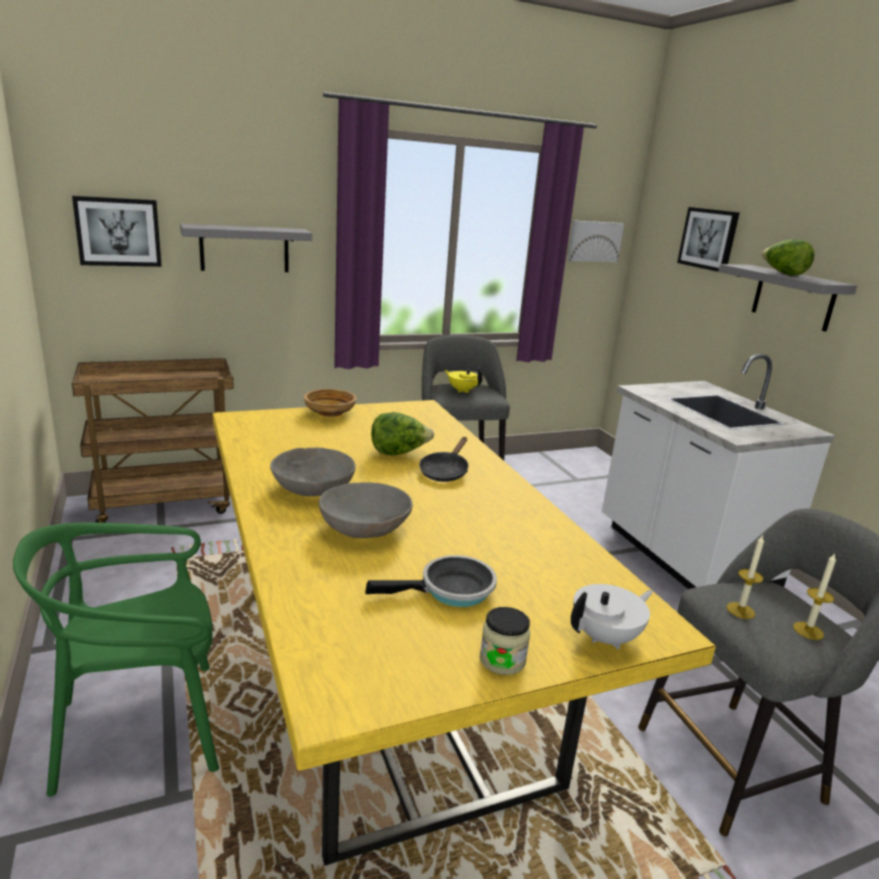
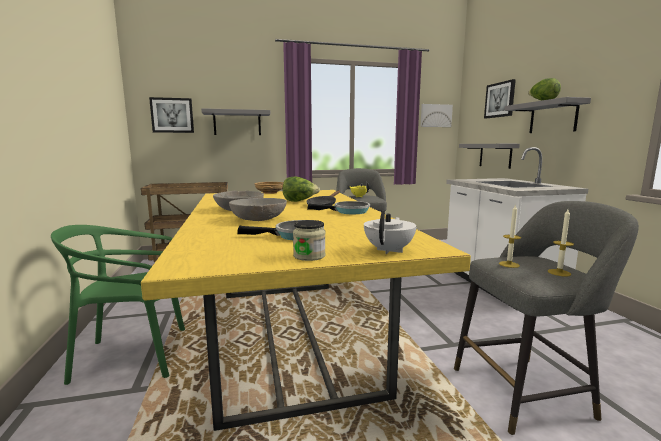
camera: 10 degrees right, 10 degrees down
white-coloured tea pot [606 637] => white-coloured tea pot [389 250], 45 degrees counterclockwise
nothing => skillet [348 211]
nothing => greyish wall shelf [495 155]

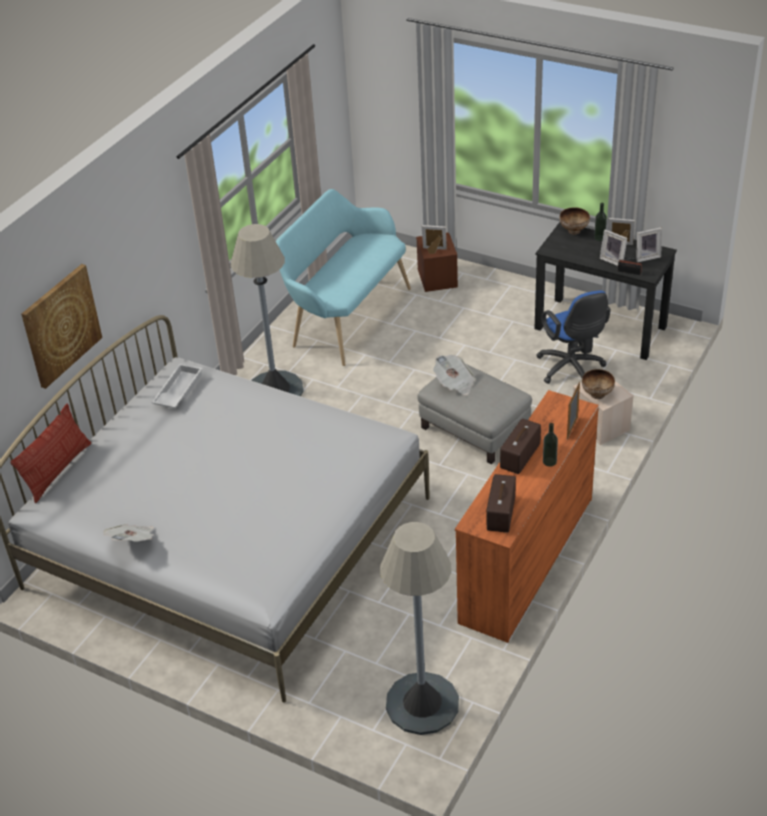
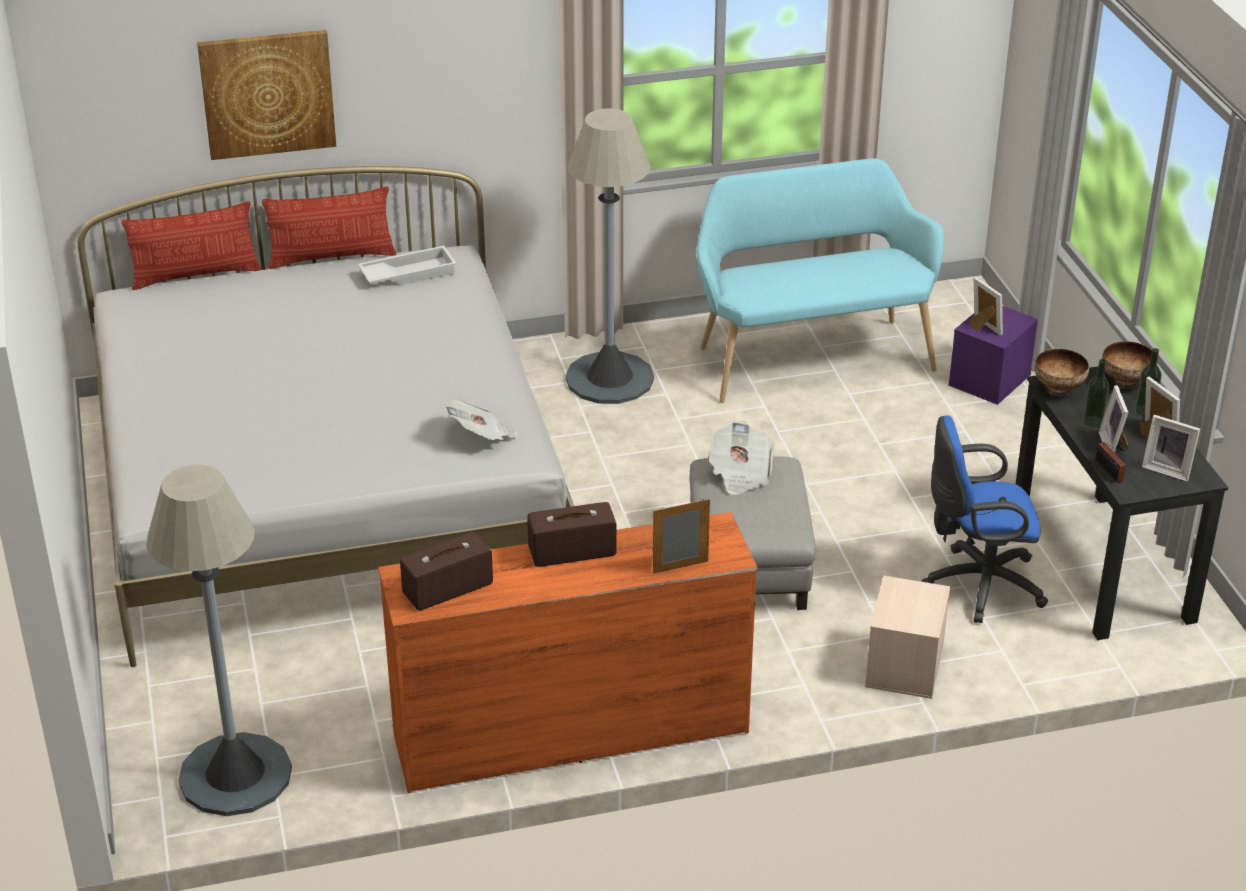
camera: 45 degrees right, 5 degrees down
newspaper [133 541] => newspaper [482 436], moved
brown storage box [438 278] => purplish storage box [990 380]
bluish office chair [572 370] => bluish office chair [977 585], 60 degrees clockwise
drink bottle [549 461] => drink bottle [1093 421], moved
bowl [597 394] => bowl [1058 389], moved
nothing => cushion [332 257]

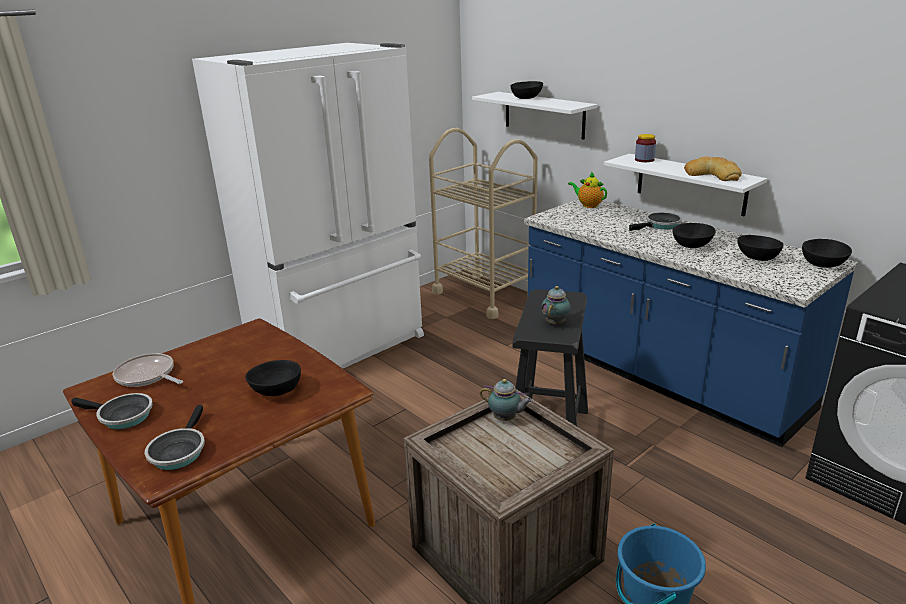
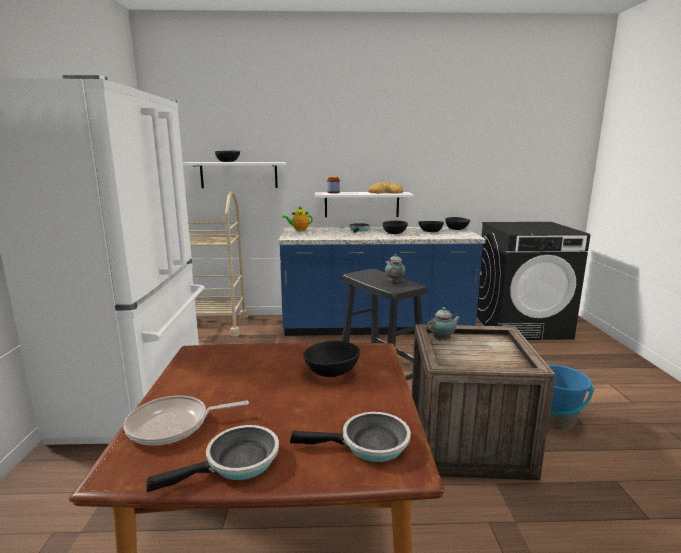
camera: 50 degrees left, 10 degrees down
skillet [179 451] => skillet [369 444], 45 degrees counterclockwise

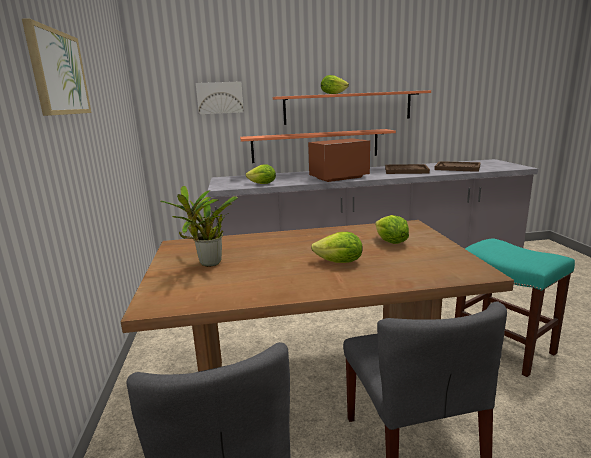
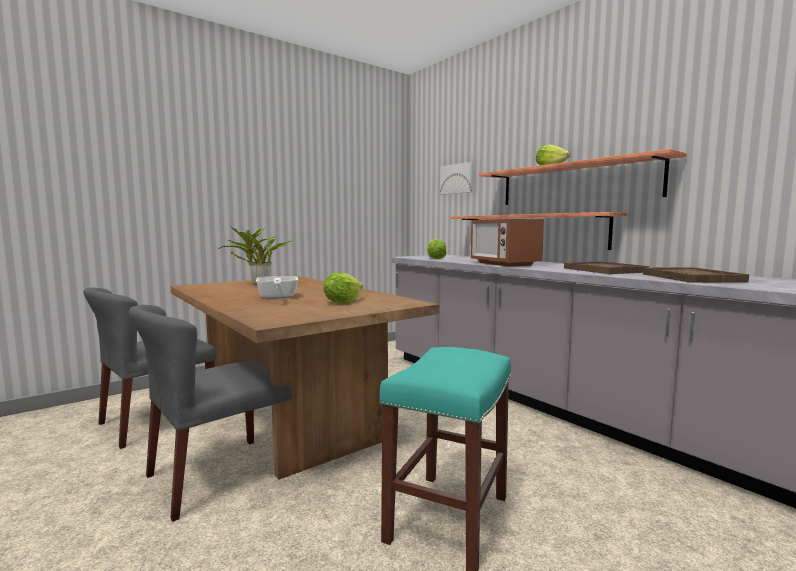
camera: 60 degrees right, 10 degrees down
picture [58 73] => nothing
microwave [339 178] => microwave [504 264], 150 degrees counterclockwise
lettuce [339 262] => skillet [277 298]

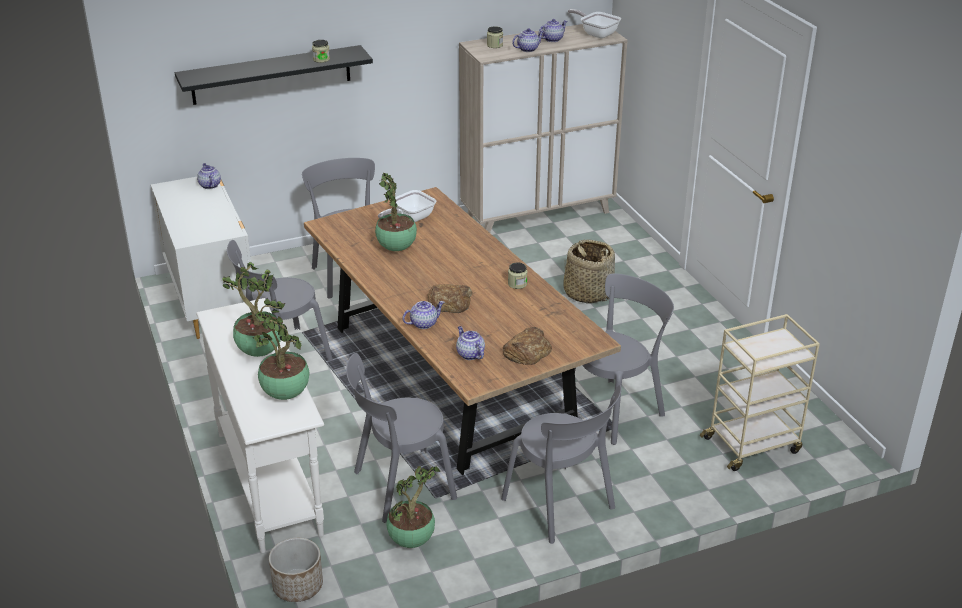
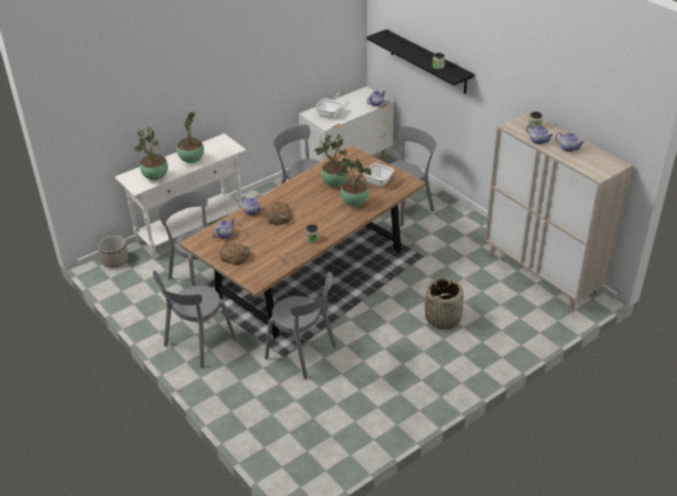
camera: 75 degrees right, 5 degrees up
houseplant [412 540] => houseplant [355 203], moved
skillet [596 33] => skillet [330 113], moved
beige-coloured trolley [752 444] => nothing

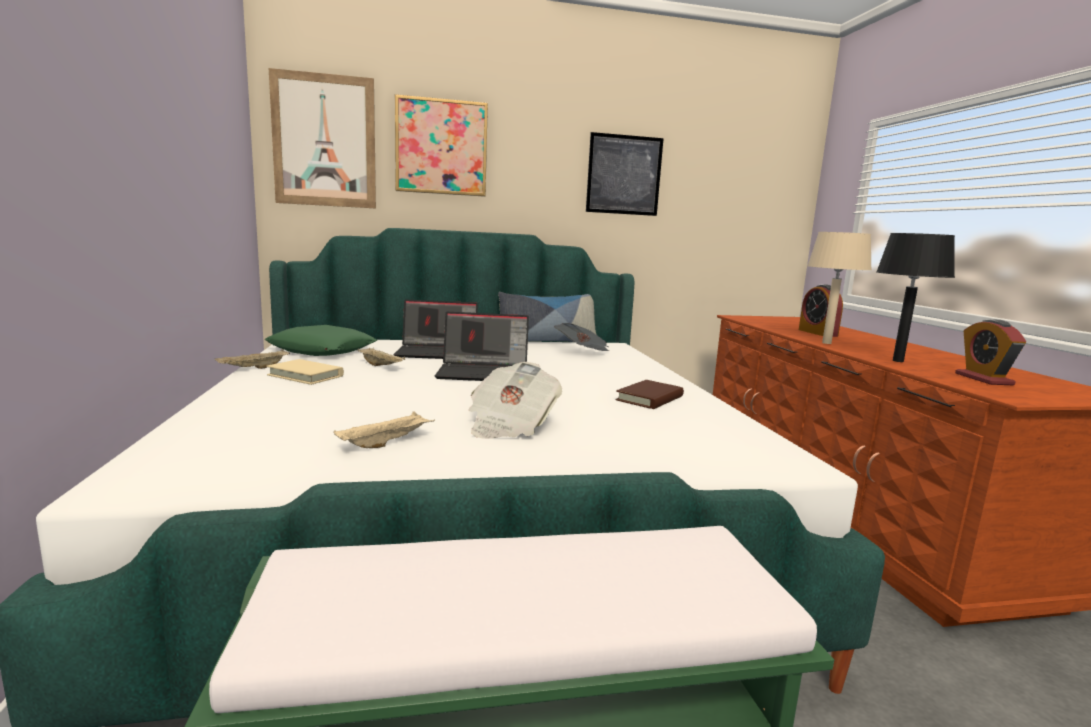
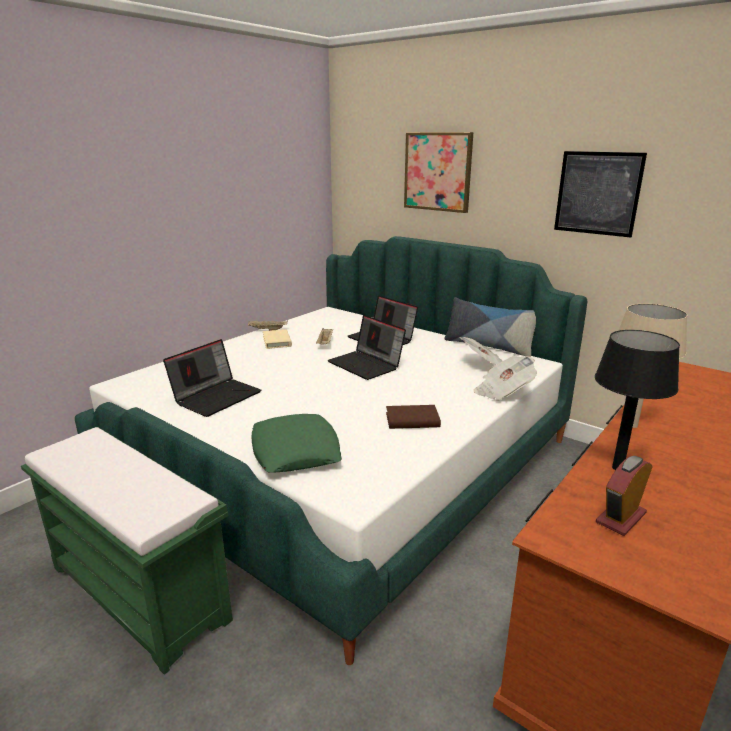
camera: 50 degrees right, 10 degrees up
green cushion [322 350] => green cushion [296 451], moved
picture [324 141] => nothing
beige-coloured carrying tray [386 443] => notebook computer [216 396]
newspaper [510 425] => newspaper [503 392], moved
alarm clock [817 333] => nothing

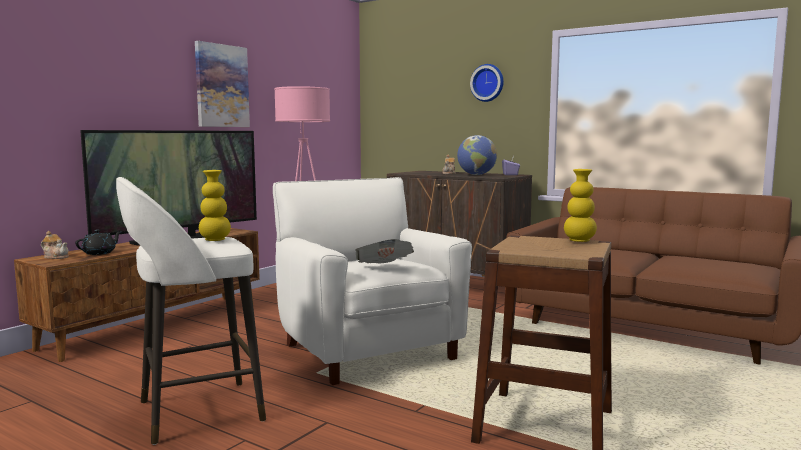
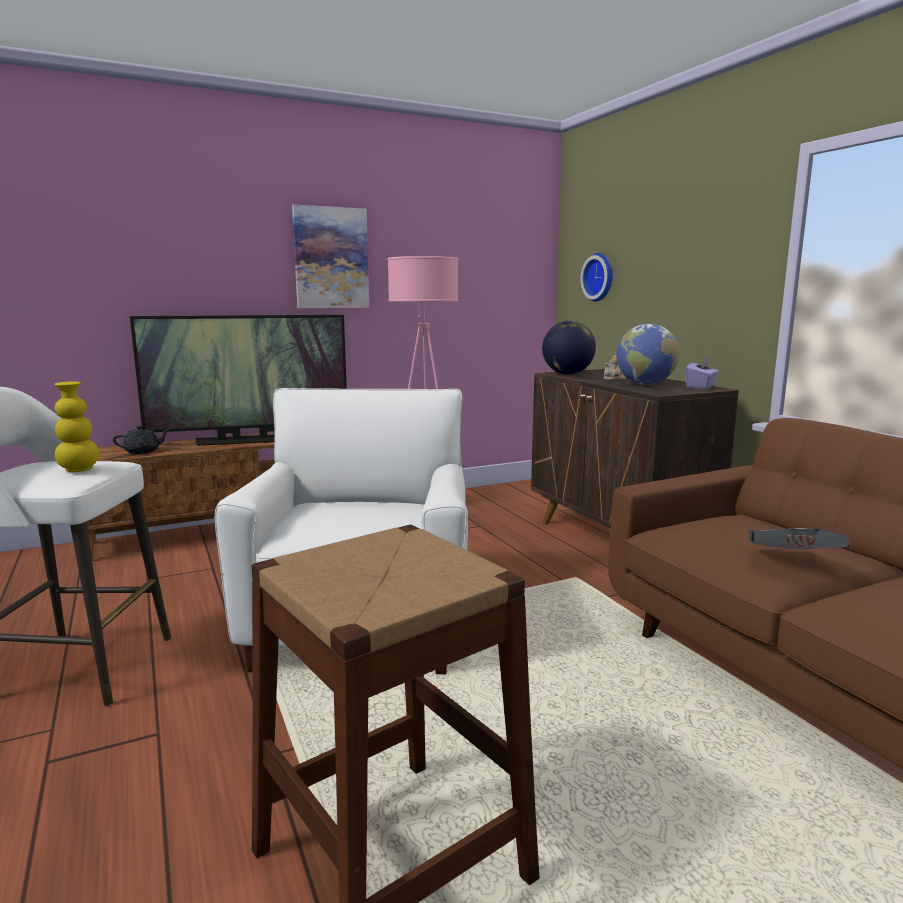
camera: 30 degrees right, 5 degrees up
tea pot [56 257] => nothing
newspaper [384 269] => newspaper [793 564], moved
wall clock [488 83] => wall clock [600 277], moved
yellow-coloured vase [579 241] => nothing
nothing => world globe [567 374]

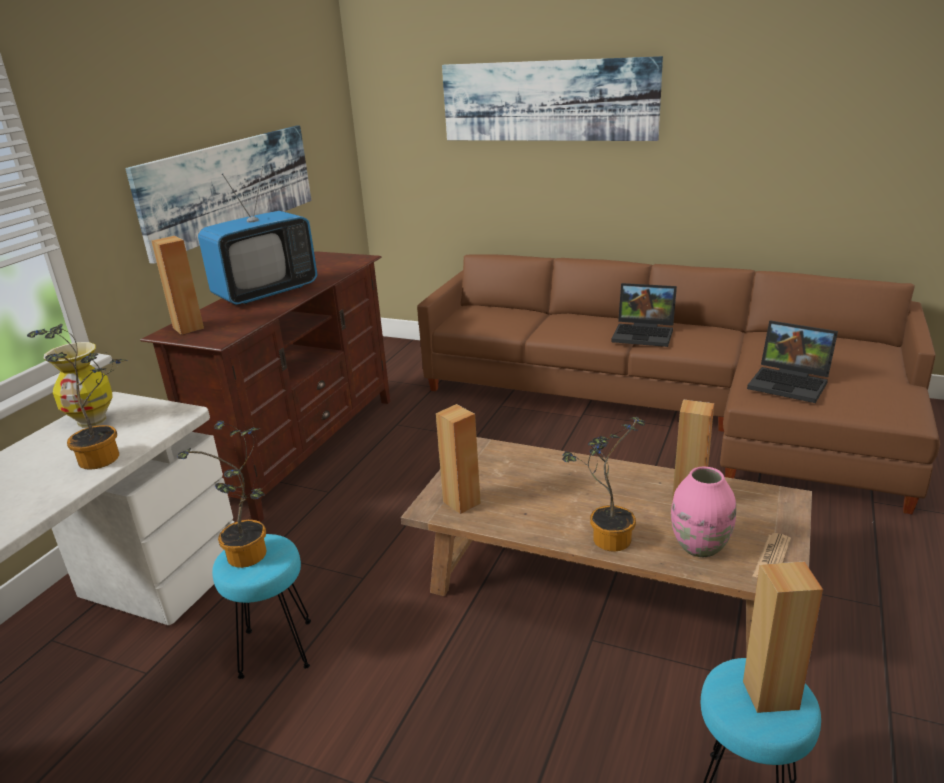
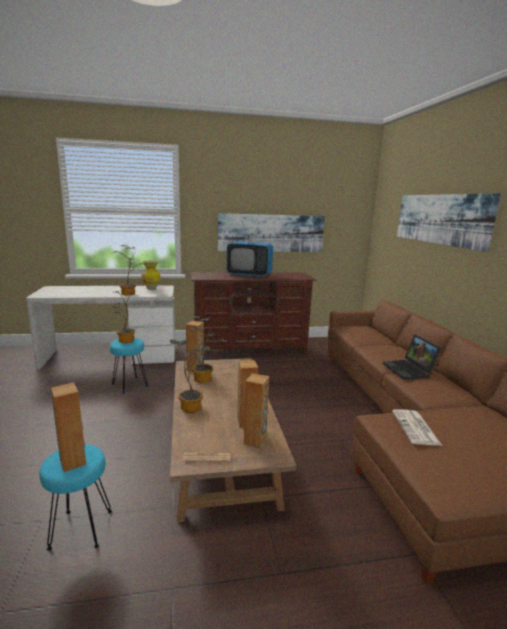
camera: 55 degrees right, 10 degrees down
brown loudspeaker [189 328] => brown loudspeaker [255 440], moved
pinkish vase [700 547] => nothing
notebook computer [791 383] => newspaper [416 428]
nothing => houseplant [205 379]

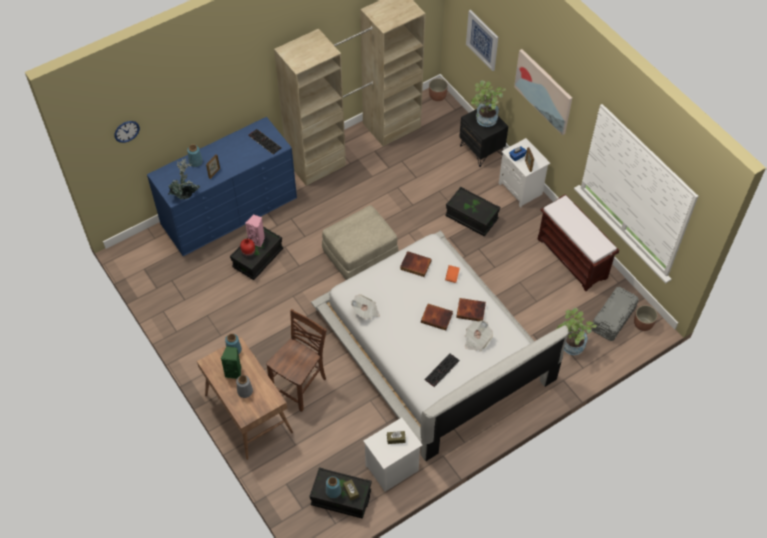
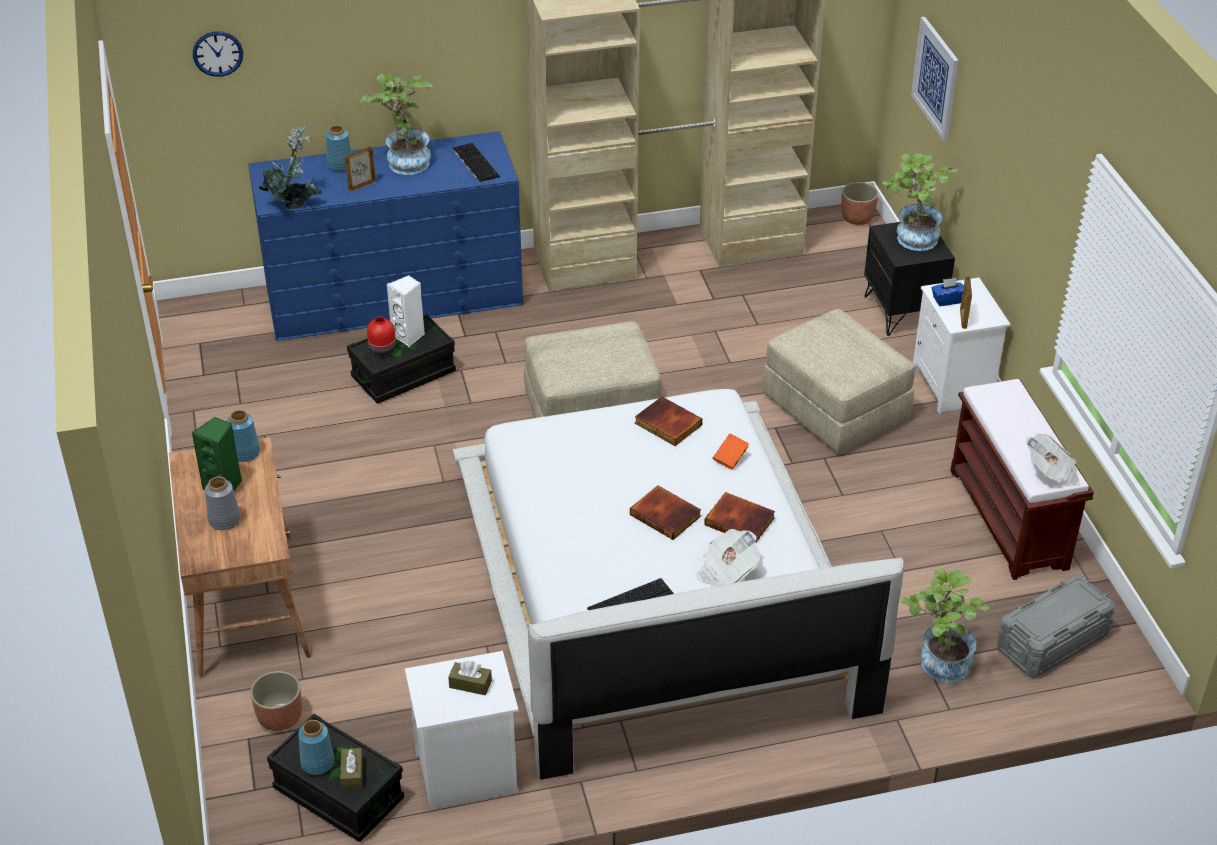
camera: 20 degrees right, 15 degrees down
pinkish loudspeaker [257 240] => white-coloured loudspeaker [409 336]
brown plain chair [300 385] => nothing
newspaper [365 311] => newspaper [1051 472], moved
black-coloured storage box [471 218] => beige-coloured footrest [834 408]
picture [544 91] => nothing
planter [642 324] => planter [279 717], moved
nothing => houseplant [404 161]

